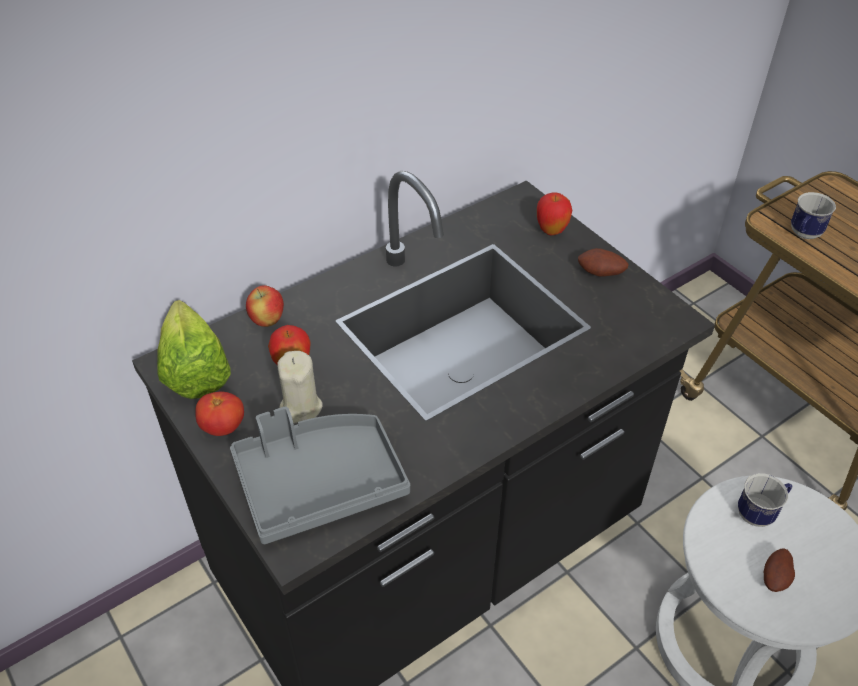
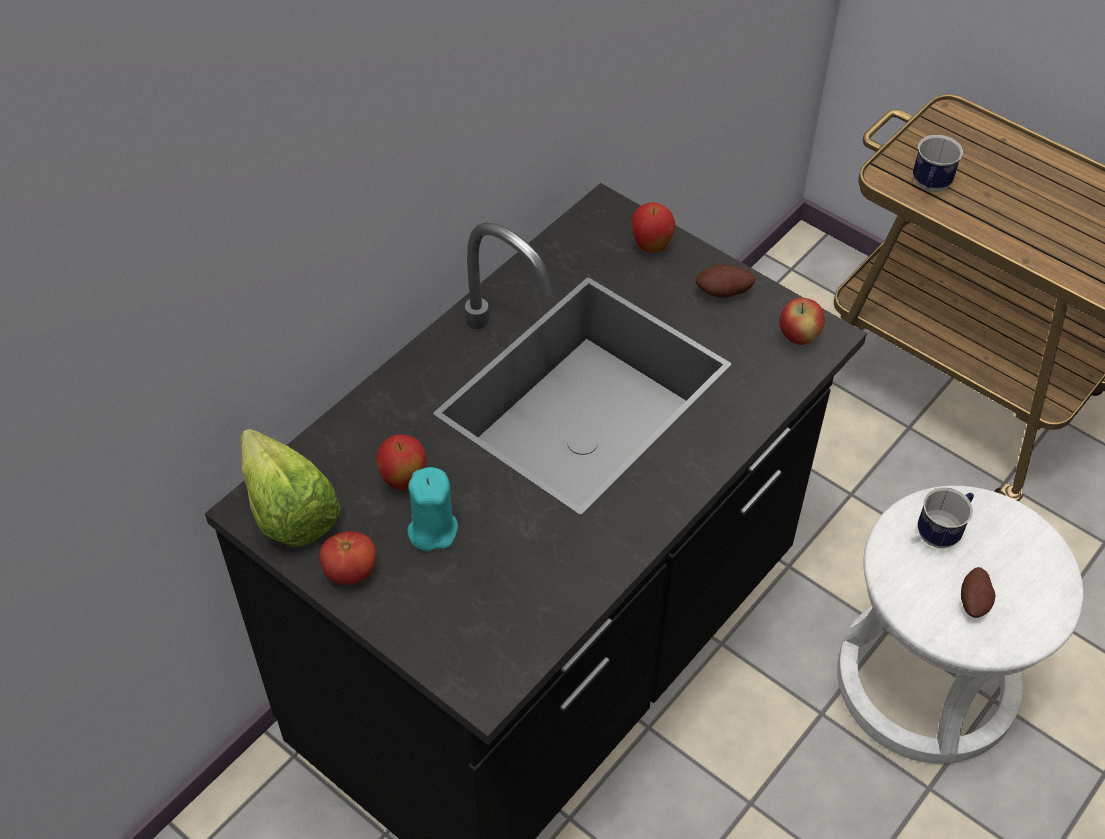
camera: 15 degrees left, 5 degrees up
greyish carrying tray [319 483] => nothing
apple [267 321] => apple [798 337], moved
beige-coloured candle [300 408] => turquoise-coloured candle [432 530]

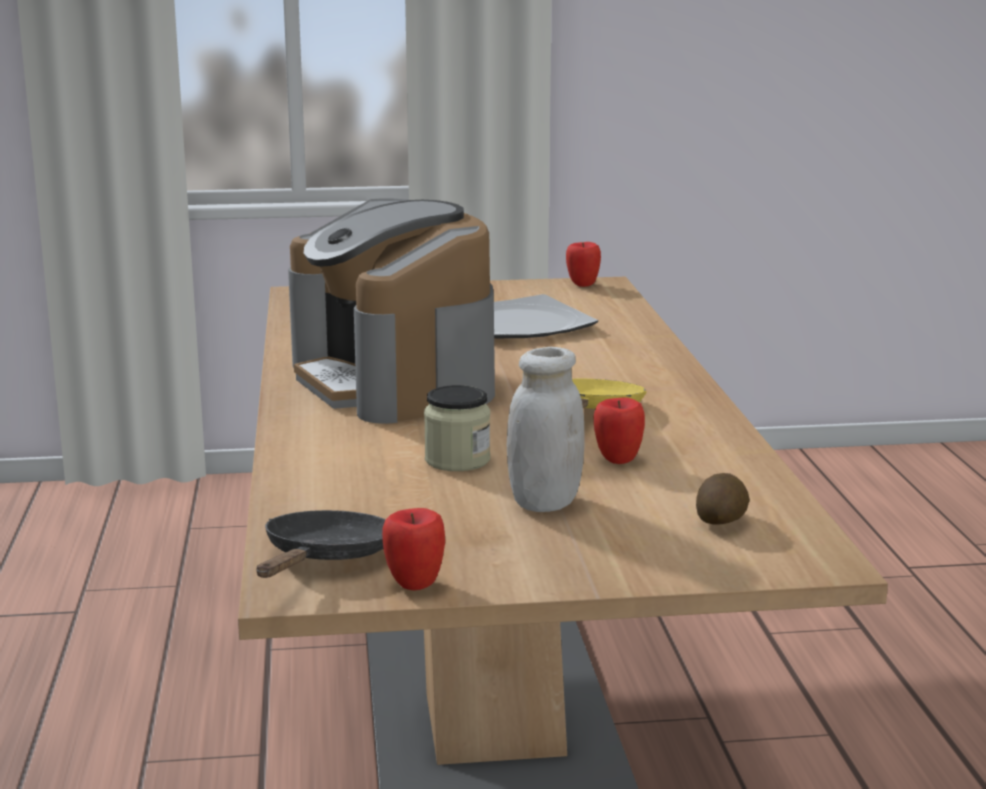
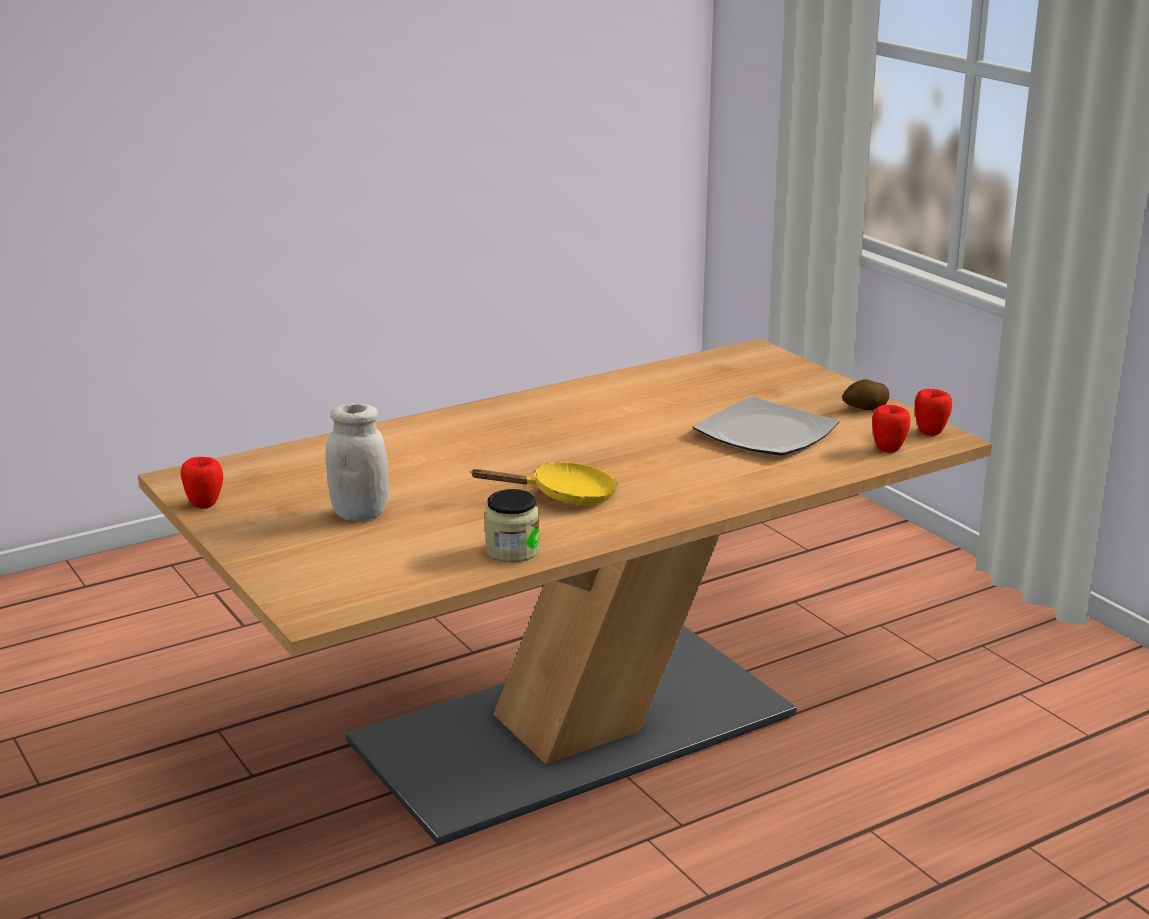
camera: 65 degrees right, 5 degrees up
black-coloured skillet [325 558] => nothing
coffee machine [395 382] => nothing
preserve jar [457 460] => preserve jar [512 551], moved
apple [618 459] => apple [888 449], moved
whole potato [721 521] => whole potato [865 409], moved

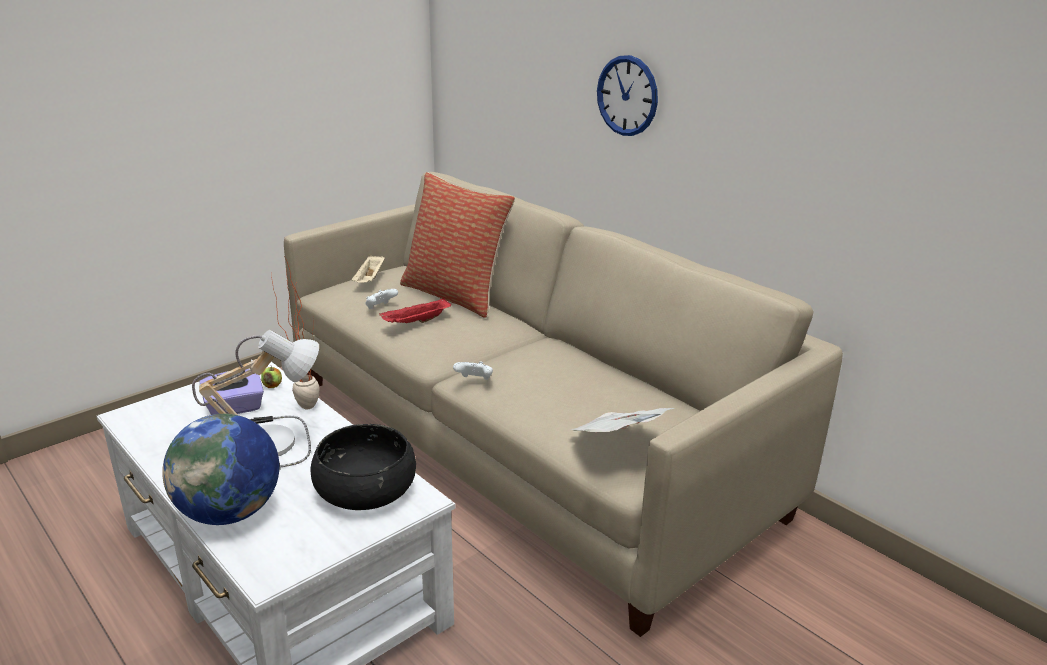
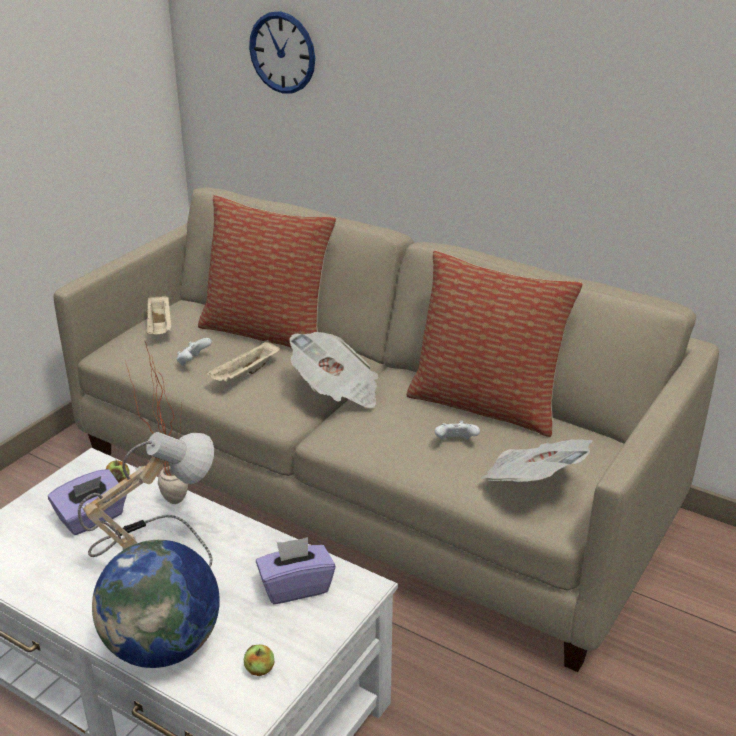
camera: 15 degrees left, 5 degrees up
black-coloured bowl [365 489] => purplish tissue box [296 587]
red carrying tray [416 322] => beige-coloured carrying tray [245 374]
white-coloured joypad [474 381] => white-coloured joypad [455 442], moved
wall clock [627 96] => wall clock [282 52], moved
nothing => apple [259 669]
nothing => newspaper [337 391]
nothing => cushion [486 403]

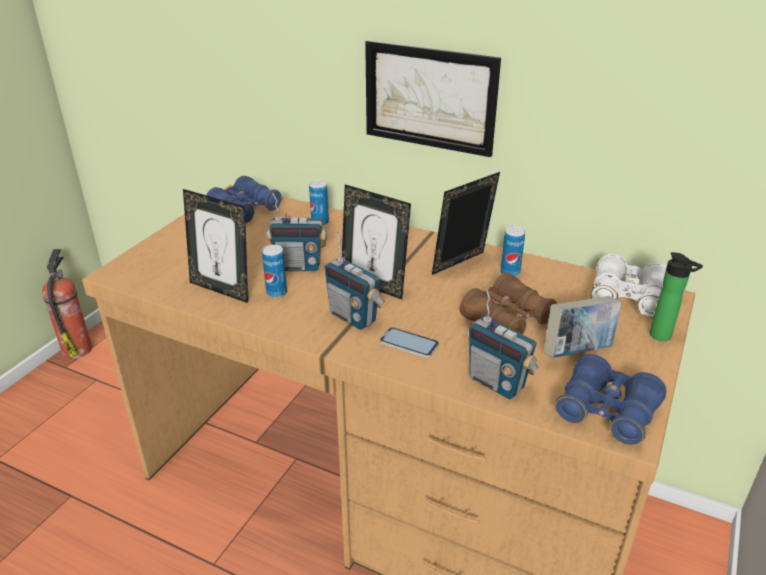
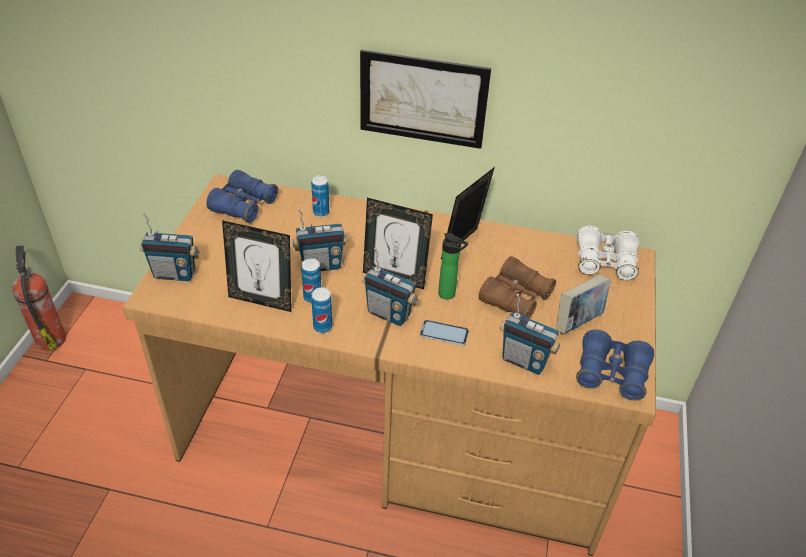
camera: 15 degrees left, 10 degrees up
can [510 273] => can [322 327], moved
drink bottle [663 337] => drink bottle [449 295], moved
nothing => radio [175 274]

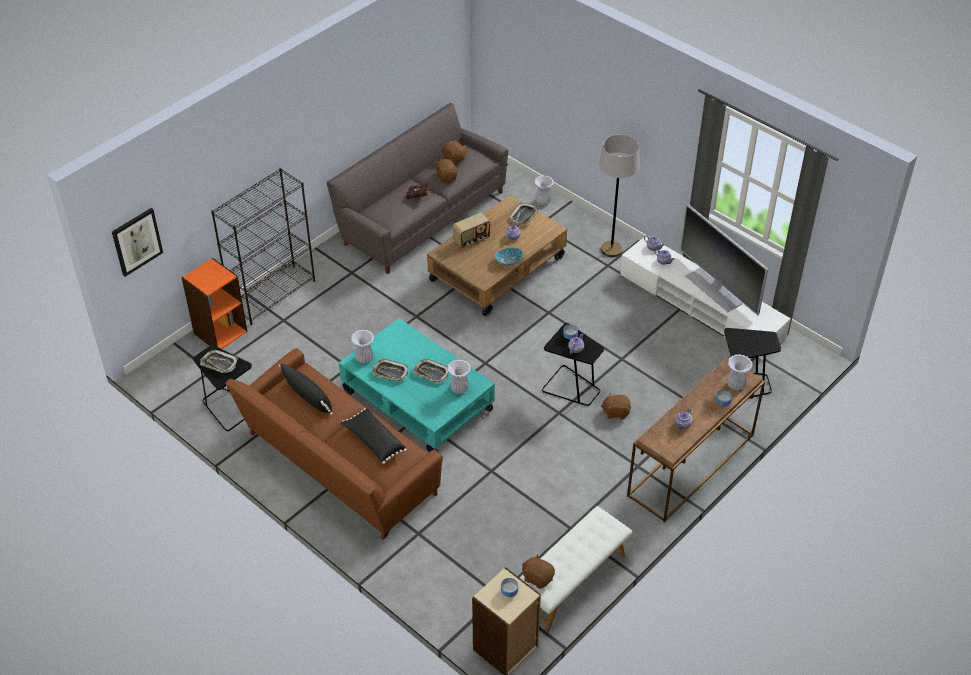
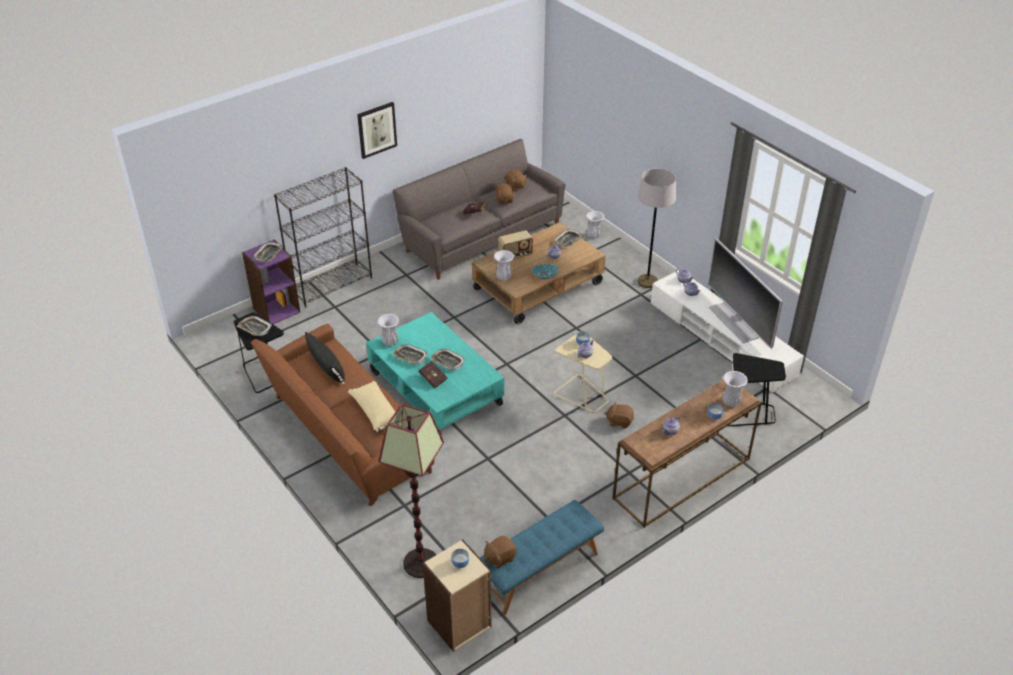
camera: 10 degrees right, 5 degrees down
picture [136 241] => picture [376 129], moved
orange bookcase [220 332] => purplish bookcase [276 310]
black-coloured cushion [373 441] => beige-coloured cushion [375 412]
white-coloured vase [459 389] => white-coloured vase [503 277], moved
white-coloured indoor bench [572 582] => bluish indoor bench [540 571]
brown soft toy [538 578] => brown soft toy [499 558], 75 degrees counterclockwise
black-coloured end table [571 387] => beige-coloured end table [582 394]
nothing => carrying tray [268 254]
nothing => floor lamp [420 563]
nothing => red book [432 379]

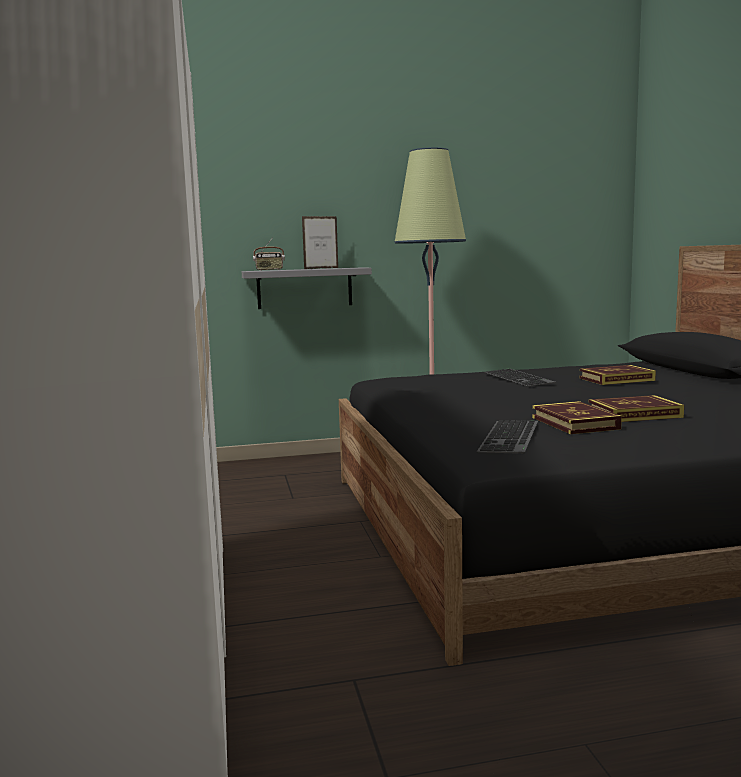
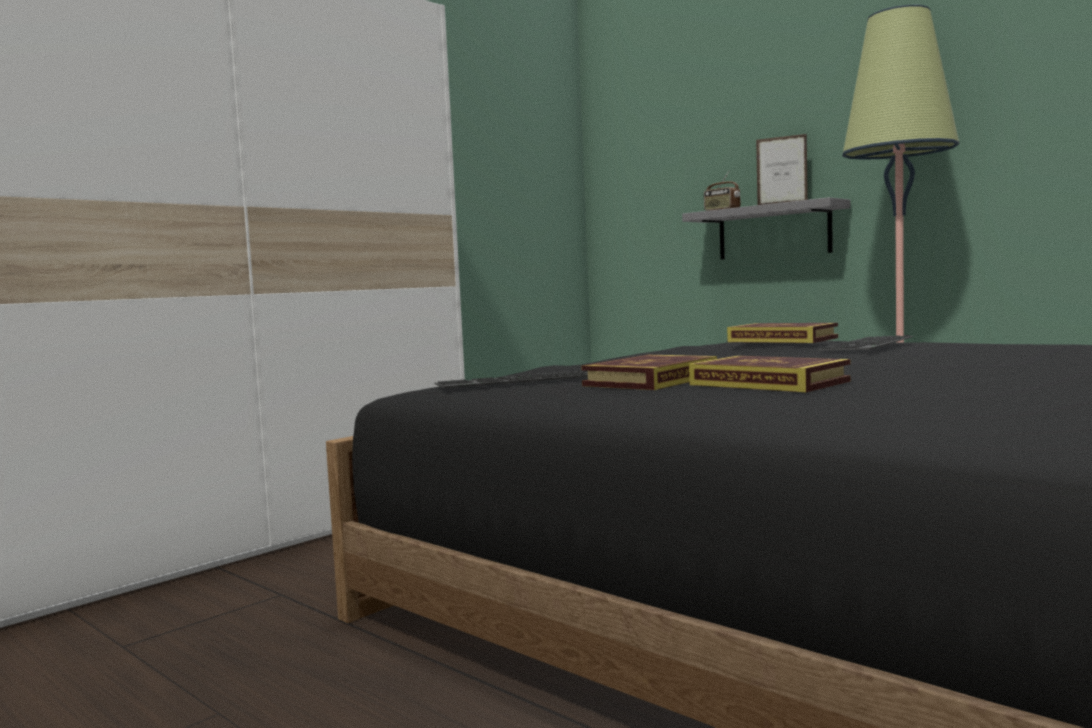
camera: 55 degrees right, 5 degrees down
book [616 379] => book [782 340], moved

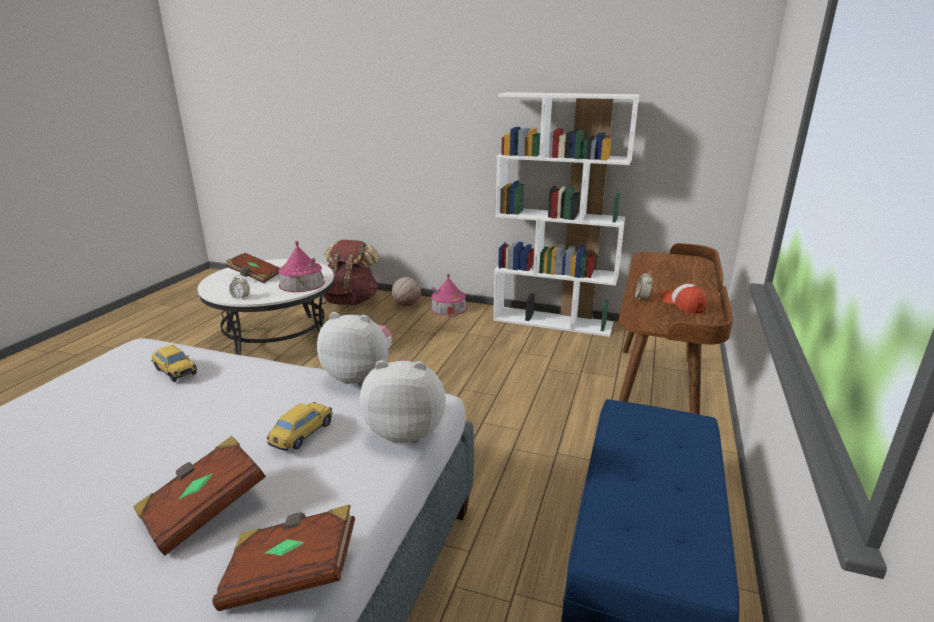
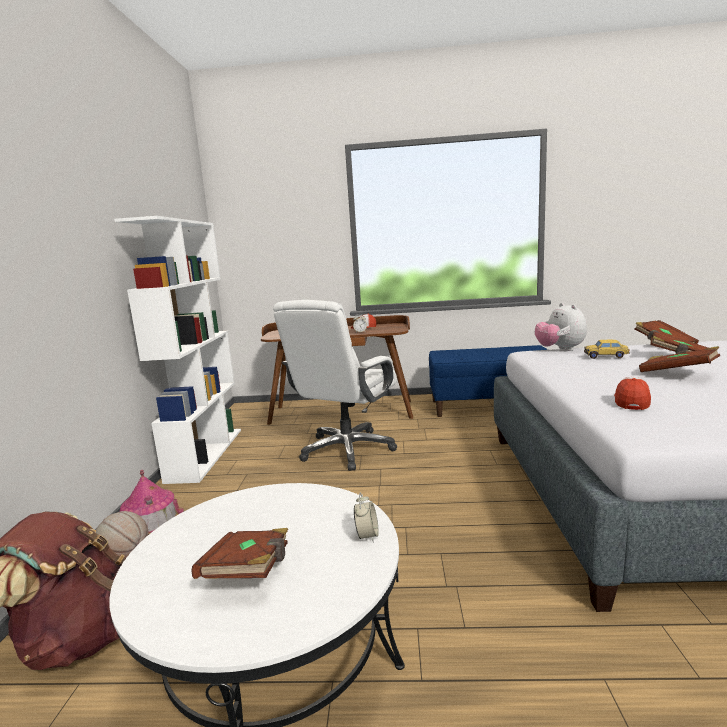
camera: 105 degrees left, 10 degrees down
model car [175 371] => cap [631 401]
toy house [302 284] => nothing
soft toy [360 377] => nothing
nothing => white-coloured office chair [347 450]
nothing => brown book [677 373]

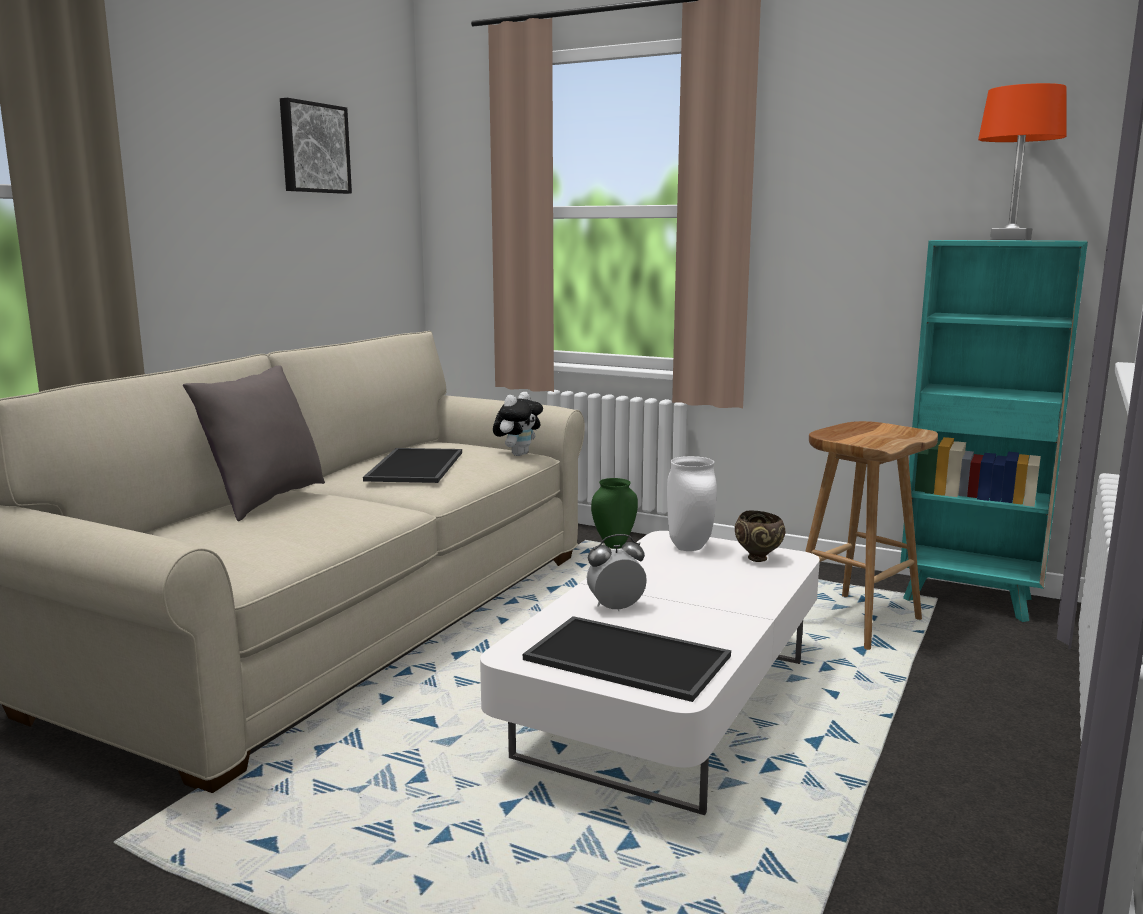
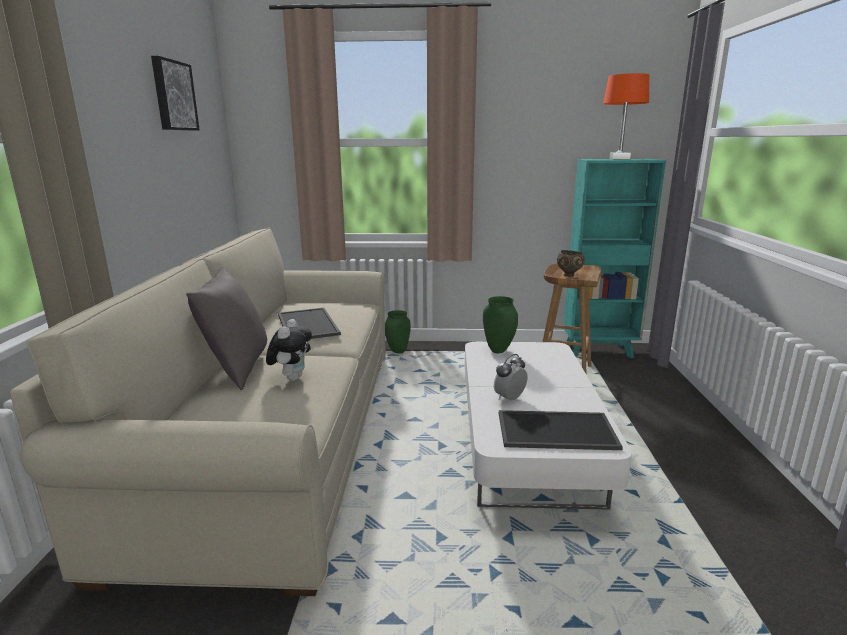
camera: 25 degrees left, 5 degrees up
soft toy [518 454] => soft toy [292 378], moved
white-coloured vase [691 548] => green vase [499 350]
brown bowl [759 559] => brown bowl [569 275], moved

